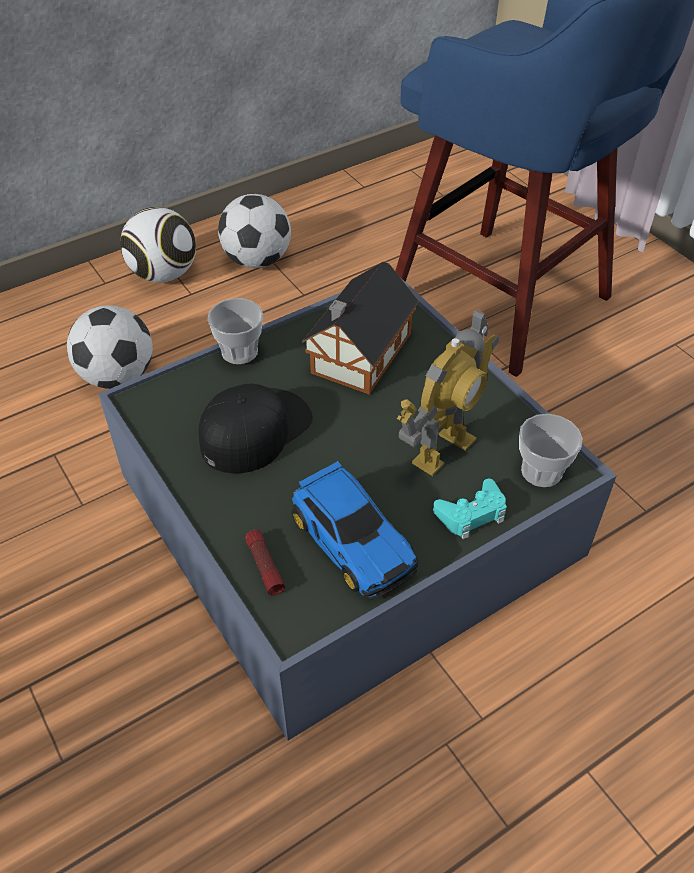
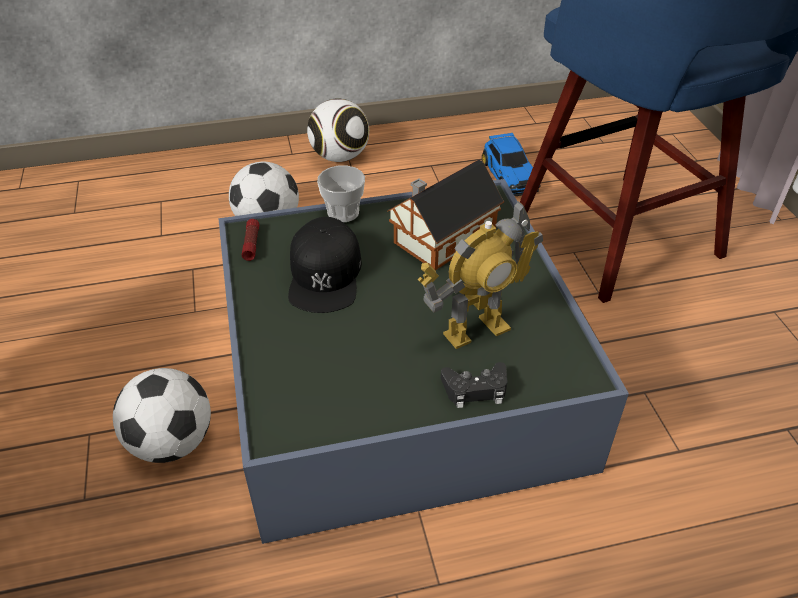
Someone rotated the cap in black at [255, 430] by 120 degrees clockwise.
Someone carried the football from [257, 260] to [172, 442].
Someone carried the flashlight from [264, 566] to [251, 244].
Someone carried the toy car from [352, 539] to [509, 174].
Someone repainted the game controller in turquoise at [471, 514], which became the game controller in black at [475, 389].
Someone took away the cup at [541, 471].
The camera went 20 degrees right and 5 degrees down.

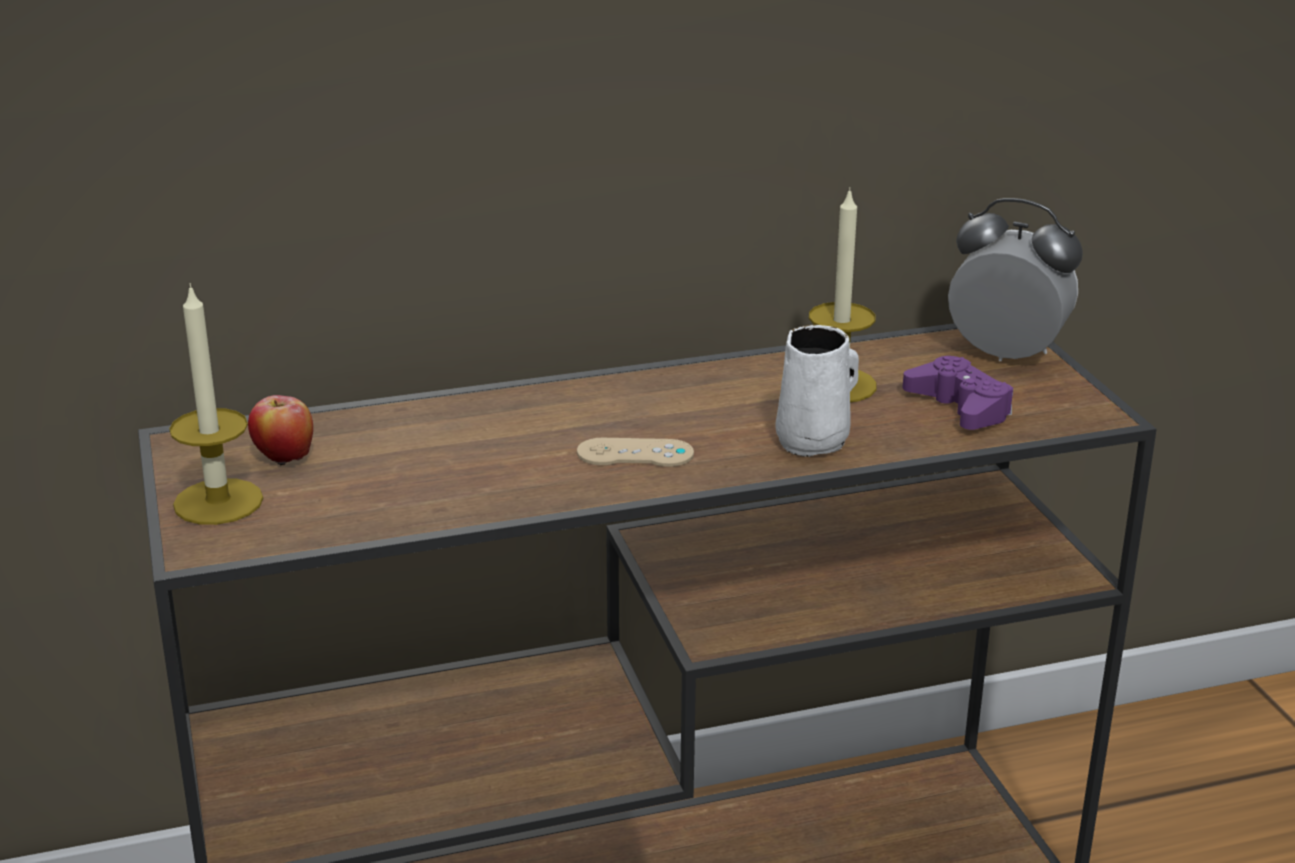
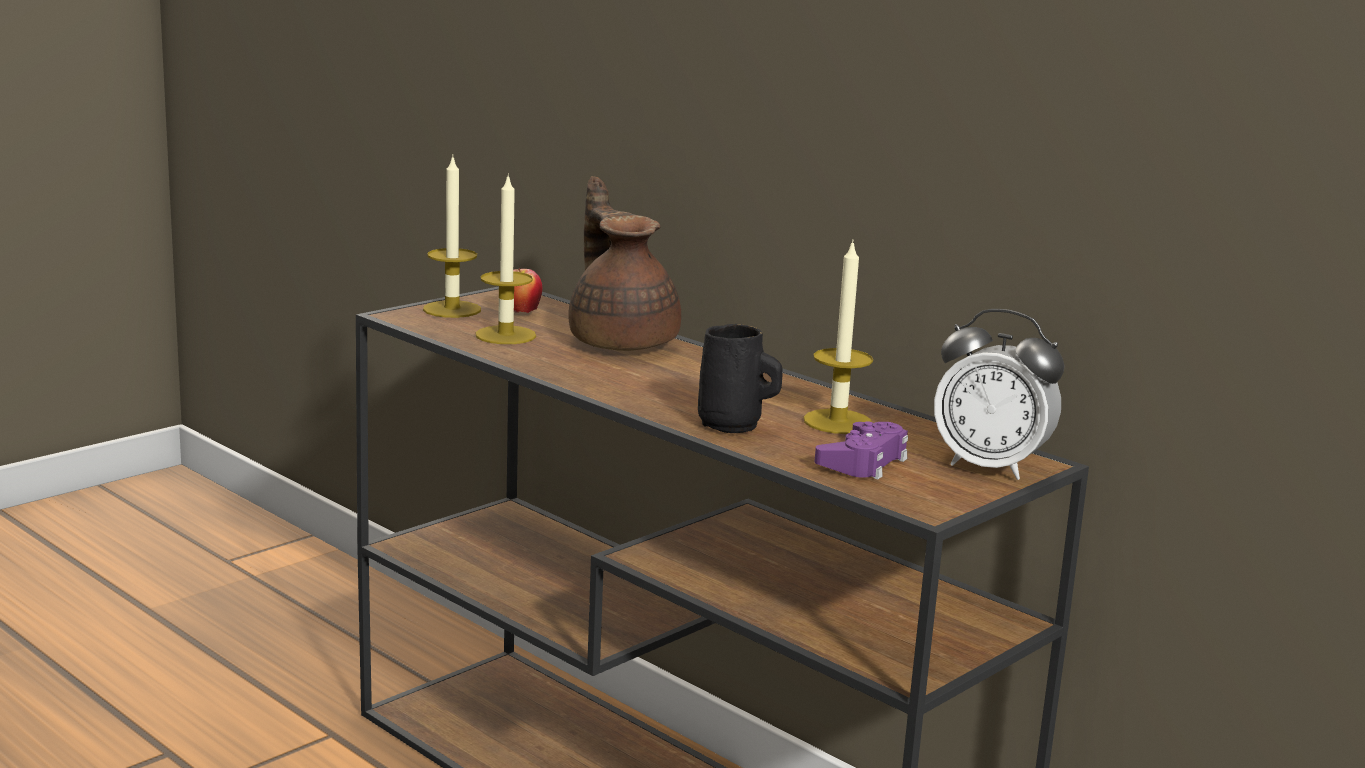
Someone took away the game controller in beige at [635, 453].
Someone repainted the mug in white at [815, 441], which became the mug in black at [733, 426].
Someone rotated the alarm clock at [1006, 354] by 120 degrees clockwise.
Someone put down the candle at [505, 335].
Someone put down the teapot in brown at [622, 341].
The camera went 60 degrees right and 10 degrees down.

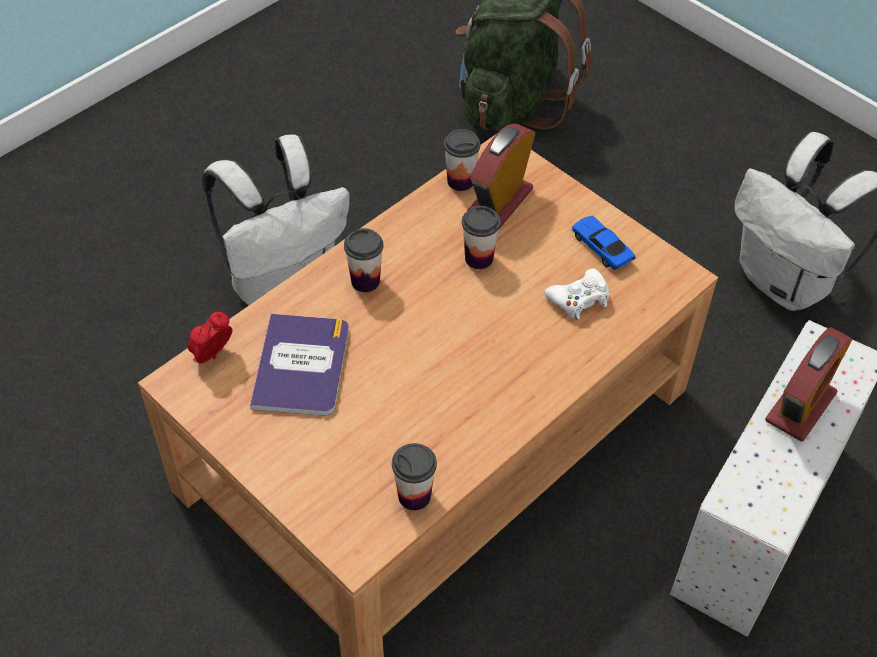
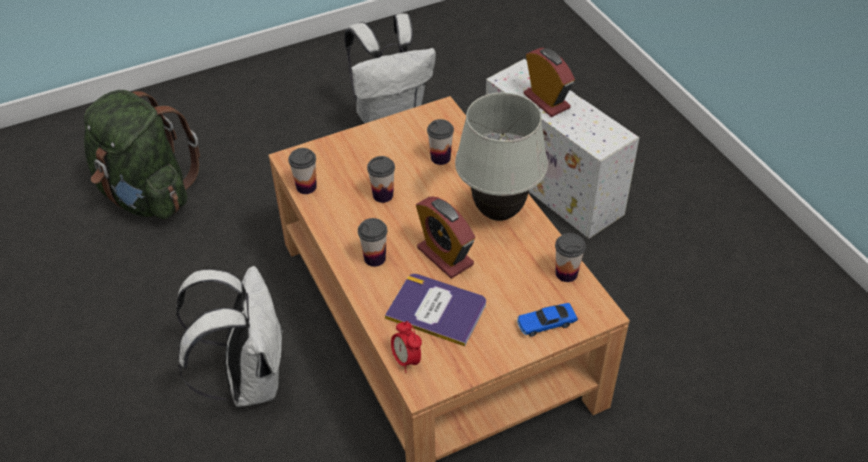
Someone carried the alarm clock from [500, 201] to [445, 256].
Someone swapped the game controller in white at [579, 299] for the cup at [440, 158].
Someone carried the toy car from [601, 248] to [546, 323].
Someone put down the table lamp in white at [498, 212].
The camera went 70 degrees left and 5 degrees down.

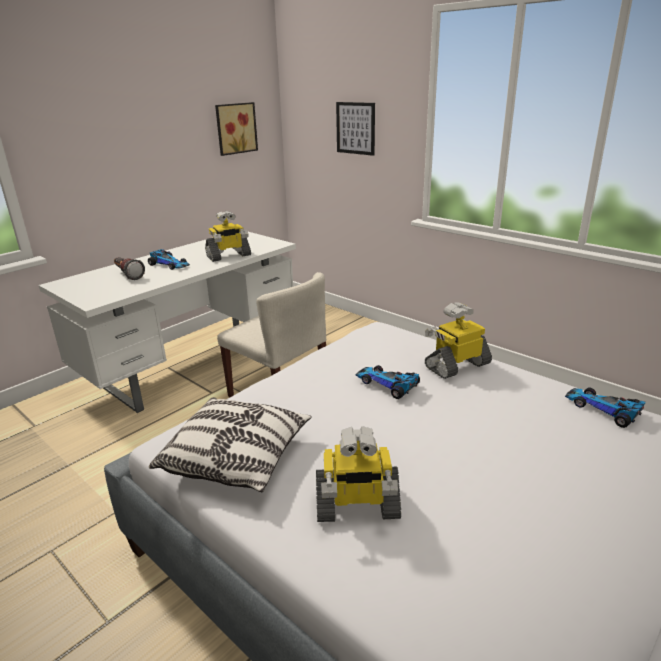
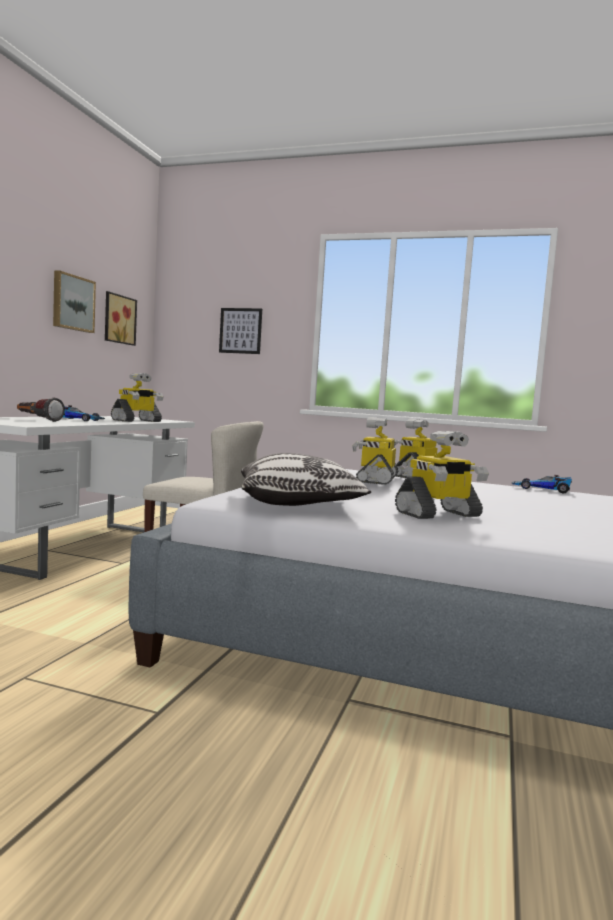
Someone swapped the toy car at [387, 384] for the toy robot at [375, 480].
Someone put up the picture at [72, 303].
The camera went 25 degrees left and 20 degrees down.

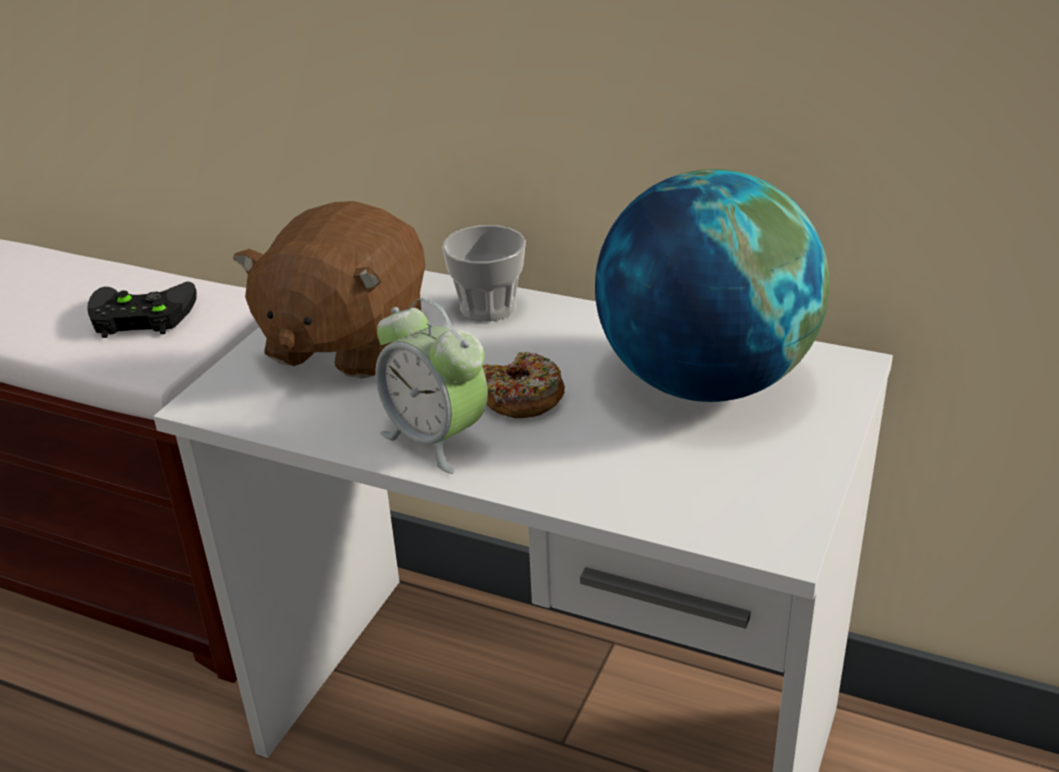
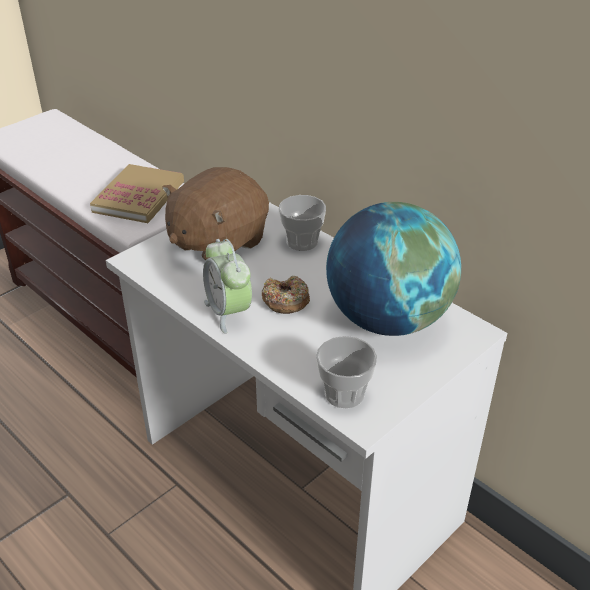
Someone swapped the game controller in black at [138, 316] for the book at [139, 197].
Someone put down the cup at [344, 394].
The camera went 20 degrees right and 5 degrees up.

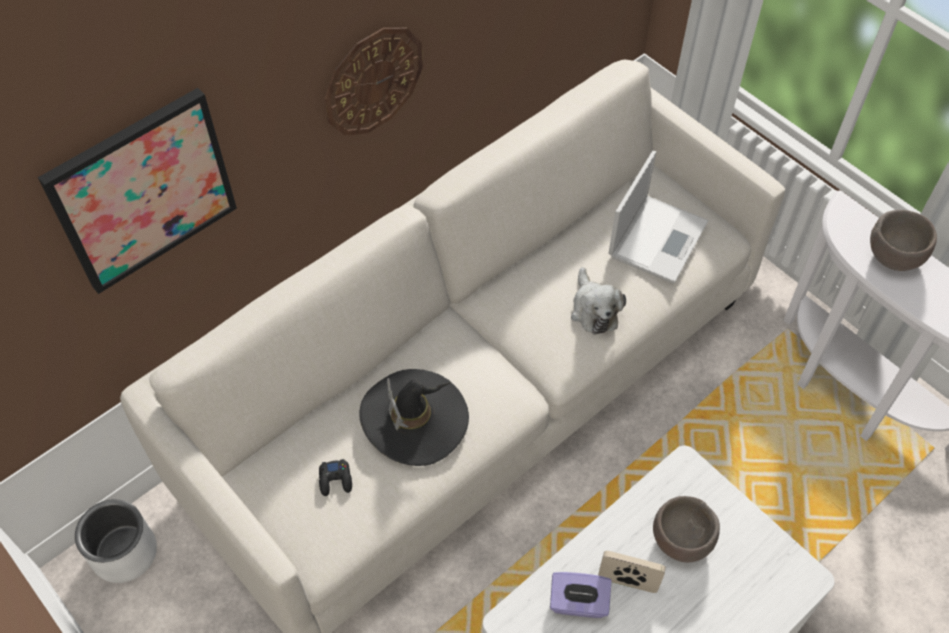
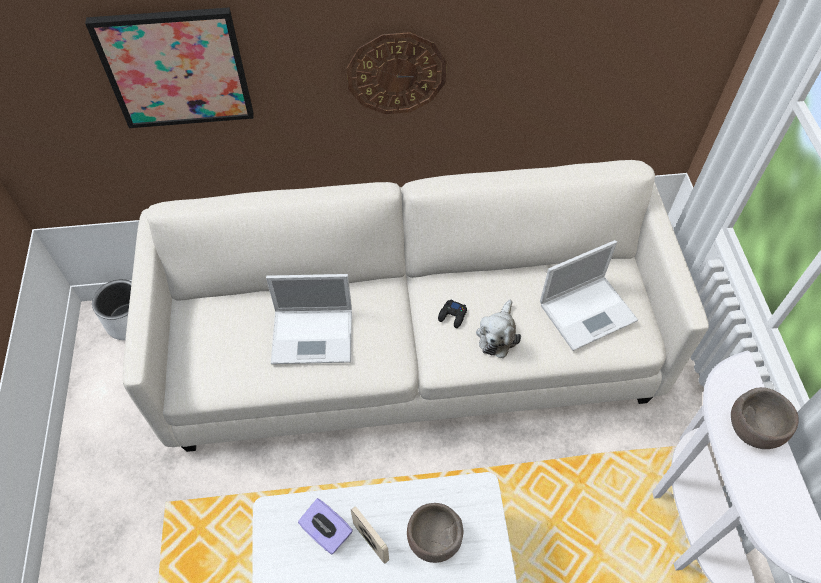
Someone carried the game controller in black from [336, 480] to [452, 316].
Someone swapped the hat in black at [414, 418] for the laptop at [314, 335].
The camera went 35 degrees right and 0 degrees up.

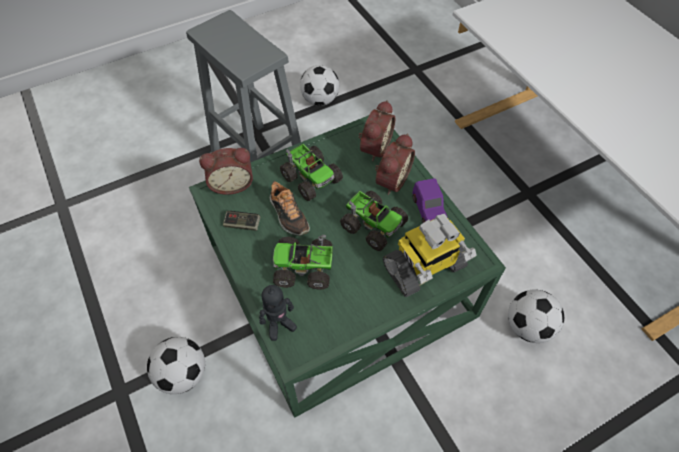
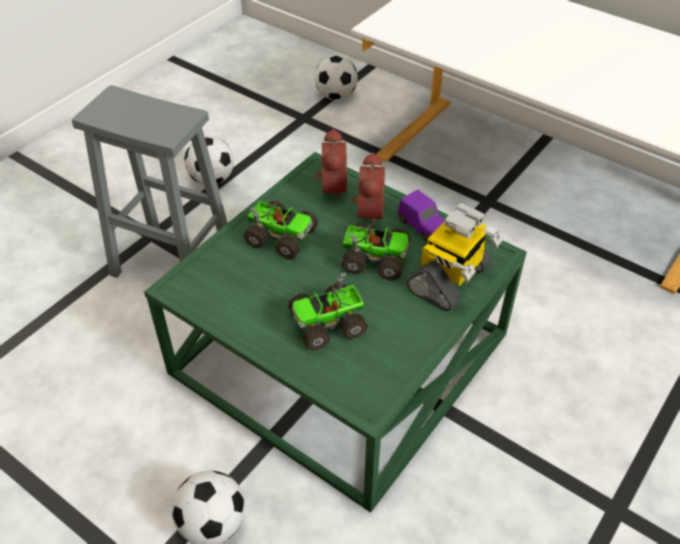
Someone took away the alarm clock at [232, 183].
Someone took away the game controller at [242, 224].
Someone took away the toy robot at [279, 325].
Someone took away the shoe at [288, 215].
Someone carried the football from [528, 326] to [336, 95].
The camera went 25 degrees left and 10 degrees down.

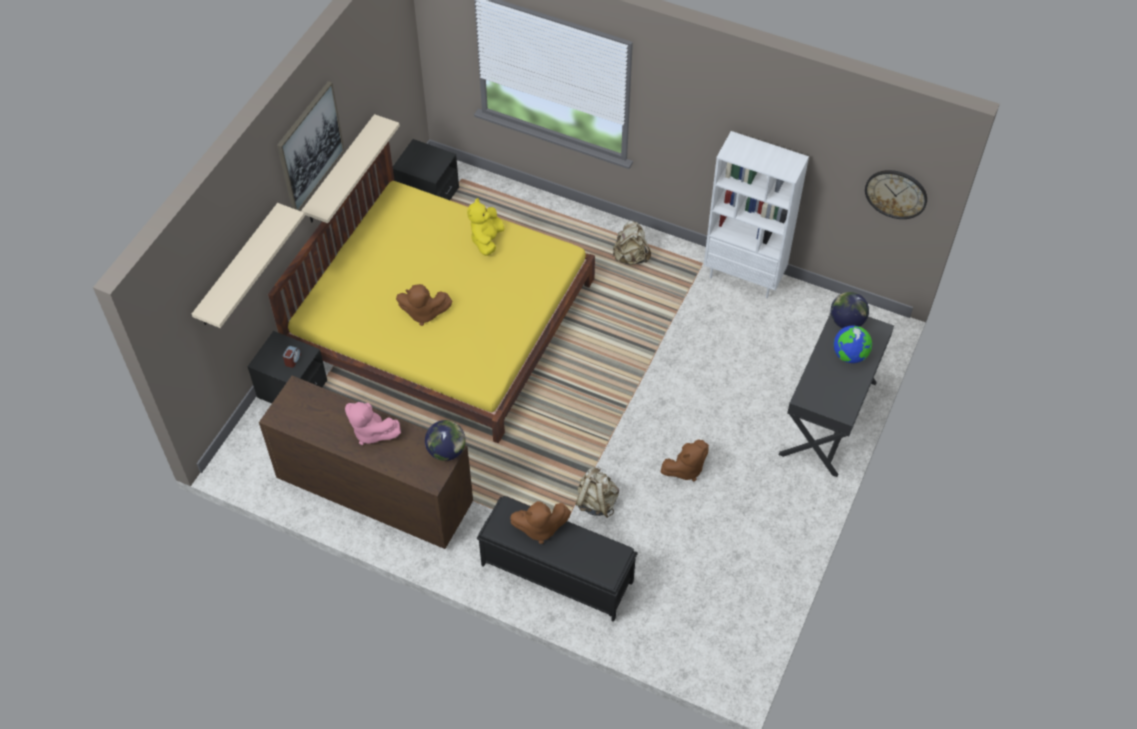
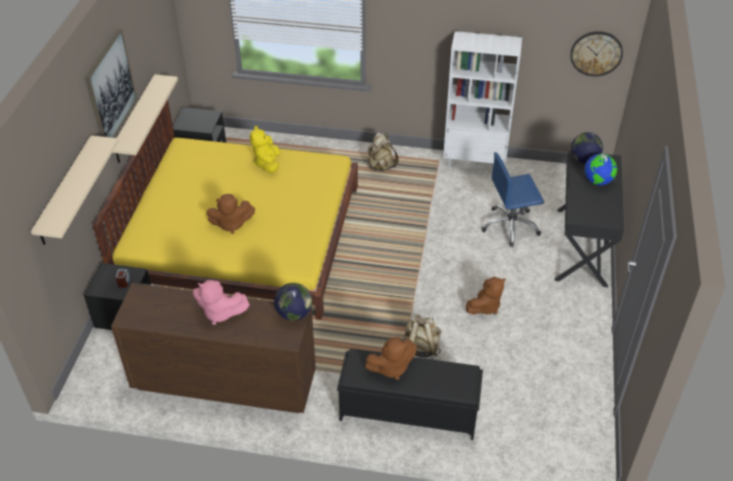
Someone put down the office chair in blue at [510, 226].
The camera went 15 degrees left and 10 degrees down.

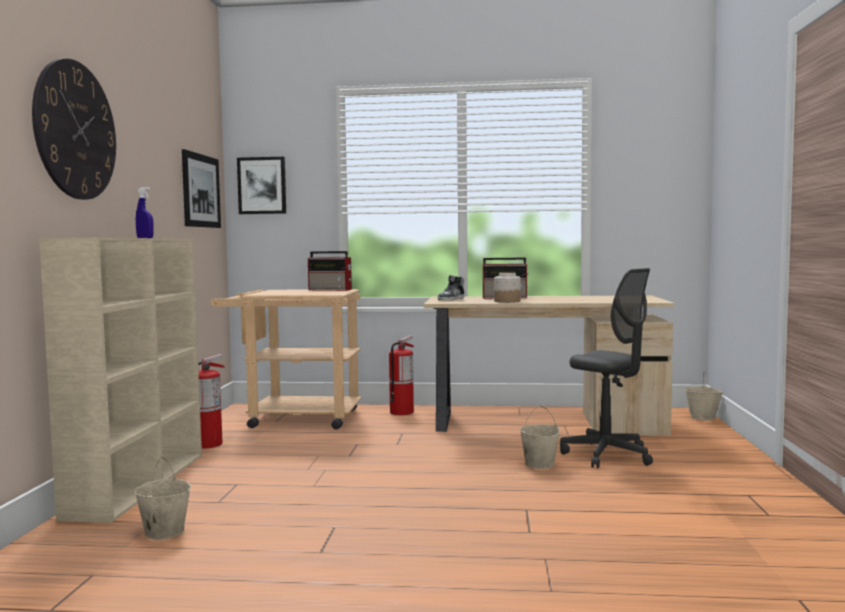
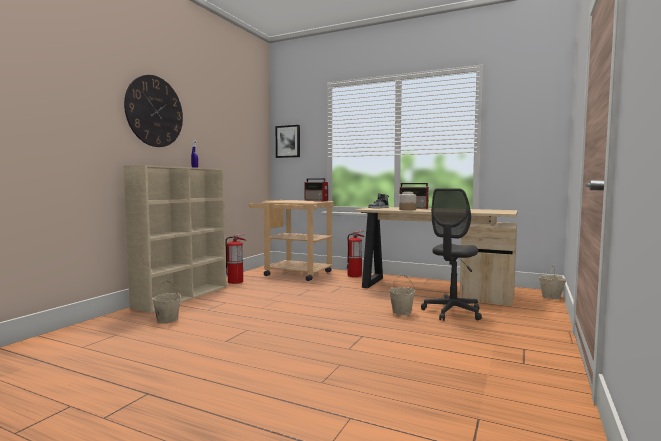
Someone took away the picture at [201, 191].
Someone rotated the office chair in grey at [607, 455] by 60 degrees clockwise.
The camera went 20 degrees right and 0 degrees up.

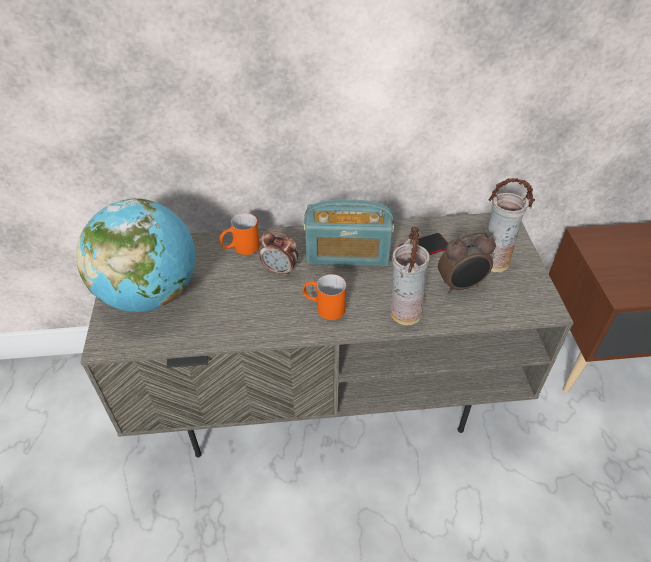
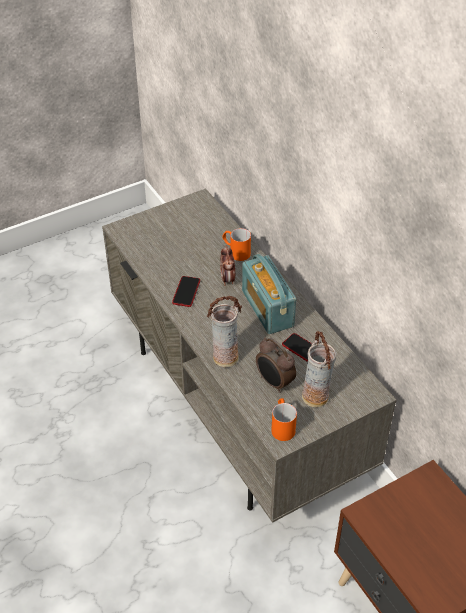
Someone took away the globe at [151, 294].
Someone carried the mug in orange from [324, 307] to [282, 426].
Someone put down the phone at [186, 292].
The camera went 65 degrees right and 0 degrees up.

